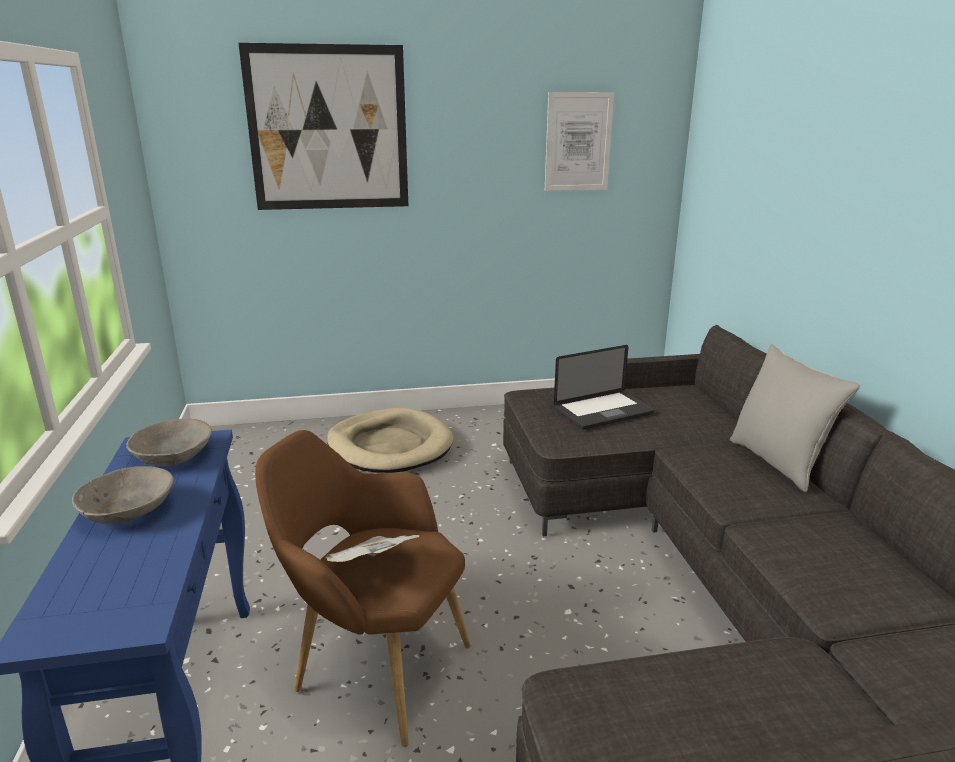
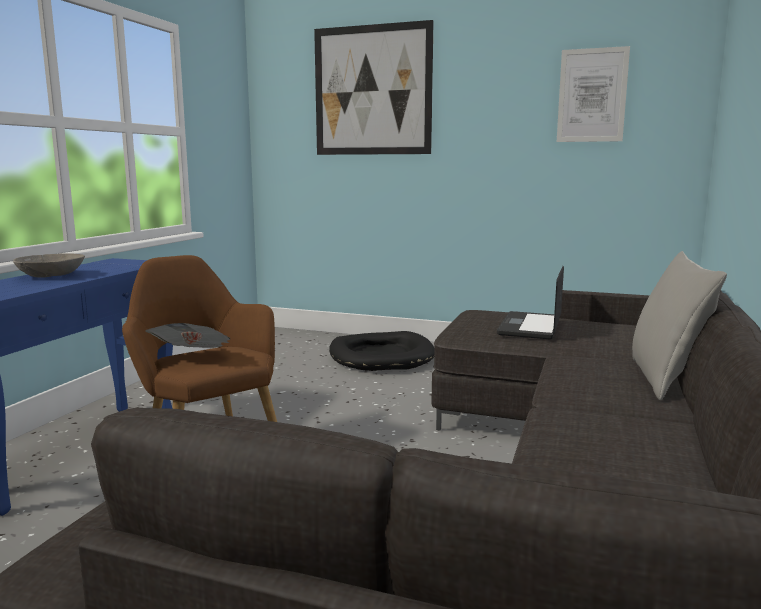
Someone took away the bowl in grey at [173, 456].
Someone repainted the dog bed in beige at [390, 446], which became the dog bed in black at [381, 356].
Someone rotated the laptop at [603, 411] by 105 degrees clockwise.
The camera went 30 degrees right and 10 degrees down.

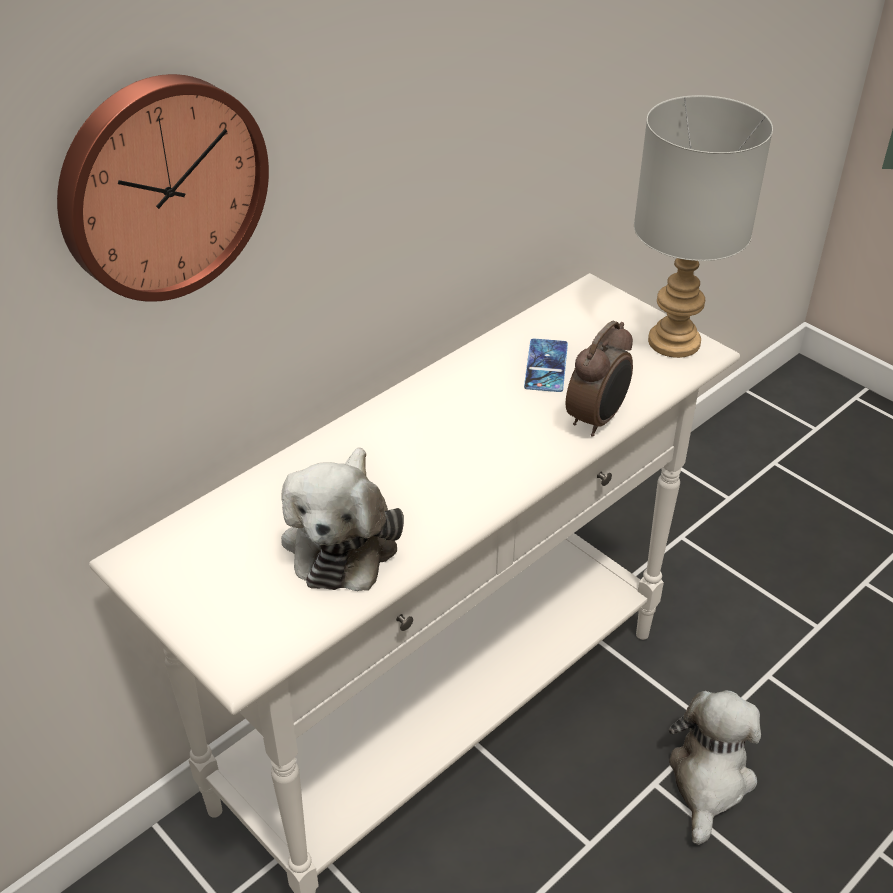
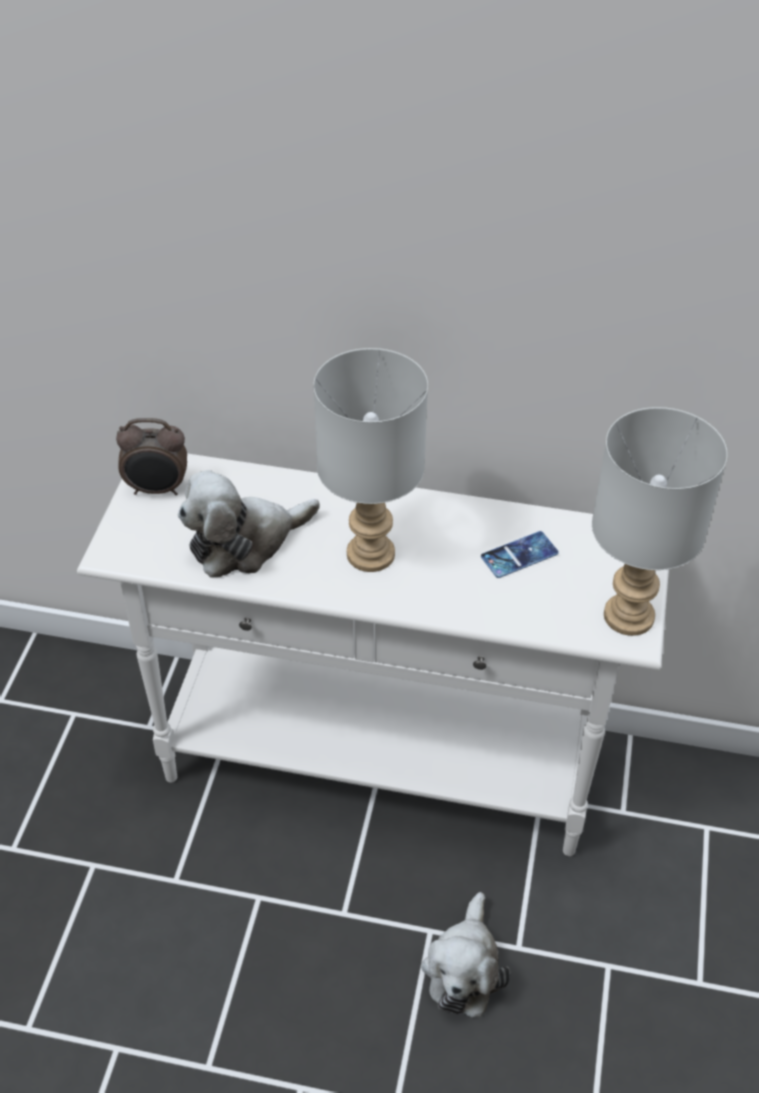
Someone took away the wall clock at [160, 186].
Someone carried the alarm clock from [597, 419] to [157, 490].
Someone rotated the plush toy at [709, 779] by 120 degrees clockwise.
Someone put down the table lamp in grey at [369, 555].
The camera went 55 degrees right and 5 degrees up.

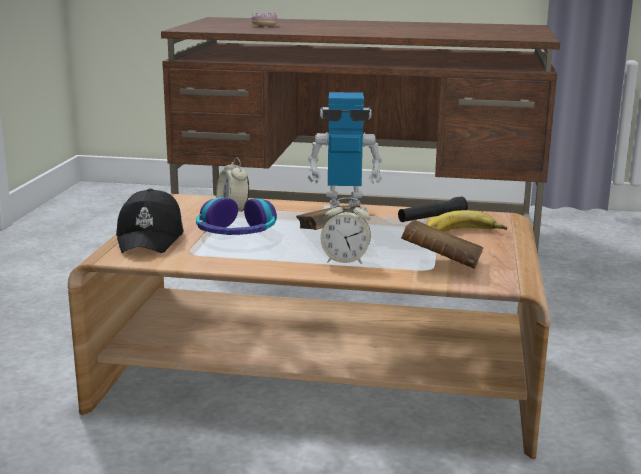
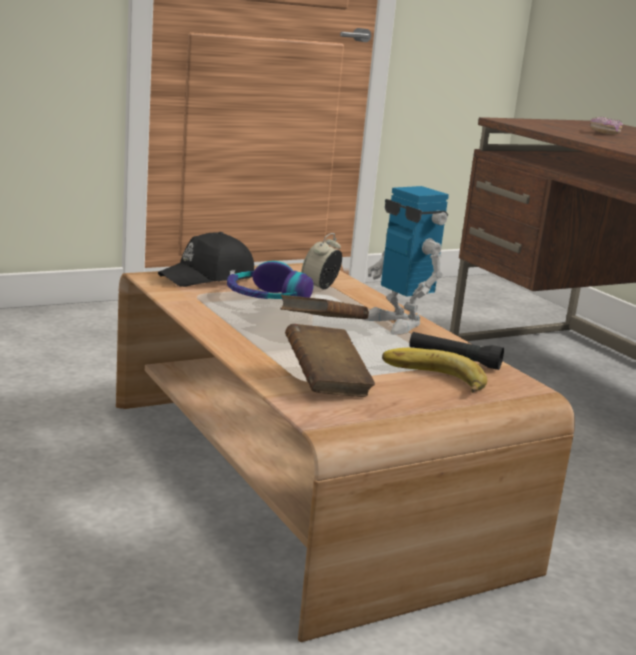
Someone took away the alarm clock at [345, 260].
The camera went 50 degrees right and 0 degrees up.

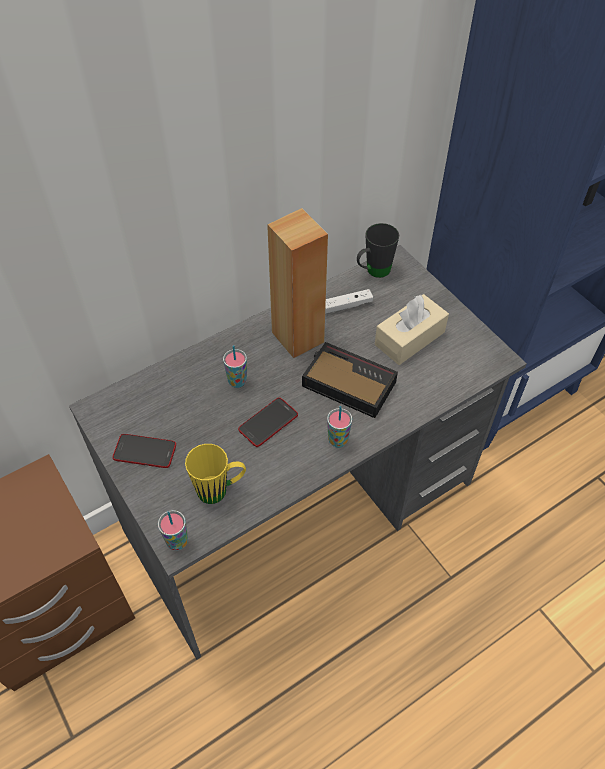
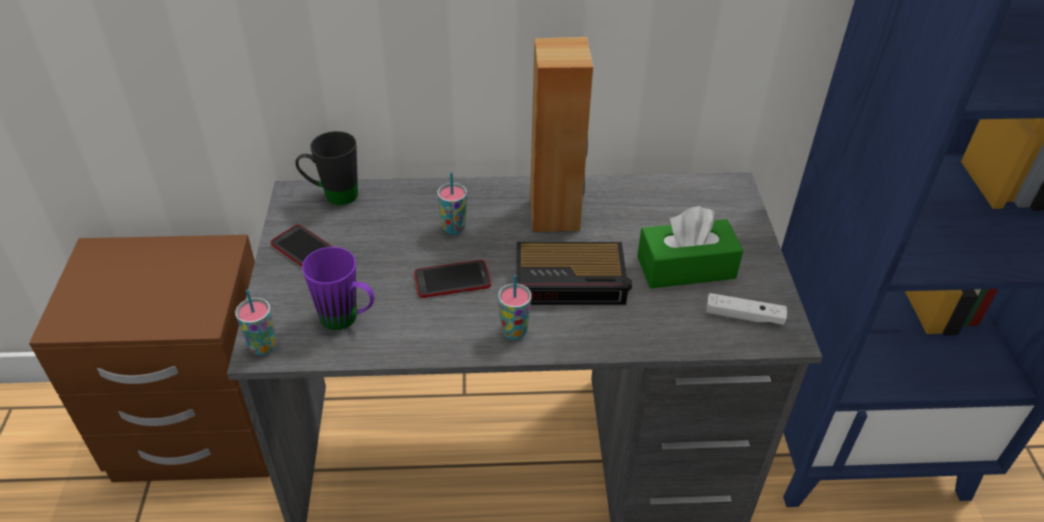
Someone repainted the mug in yellow at [220, 490], which became the mug in purple at [347, 320].
Someone rotated the alarm clock at [347, 383] by 120 degrees clockwise.
Someone carried the game controller in white from [346, 306] to [744, 316].
Someone carried the mug in black from [373, 272] to [332, 195].
Someone repainted the tissue box in beige at [409, 338], which became the tissue box in green at [686, 267].
The camera went 30 degrees right and 10 degrees down.

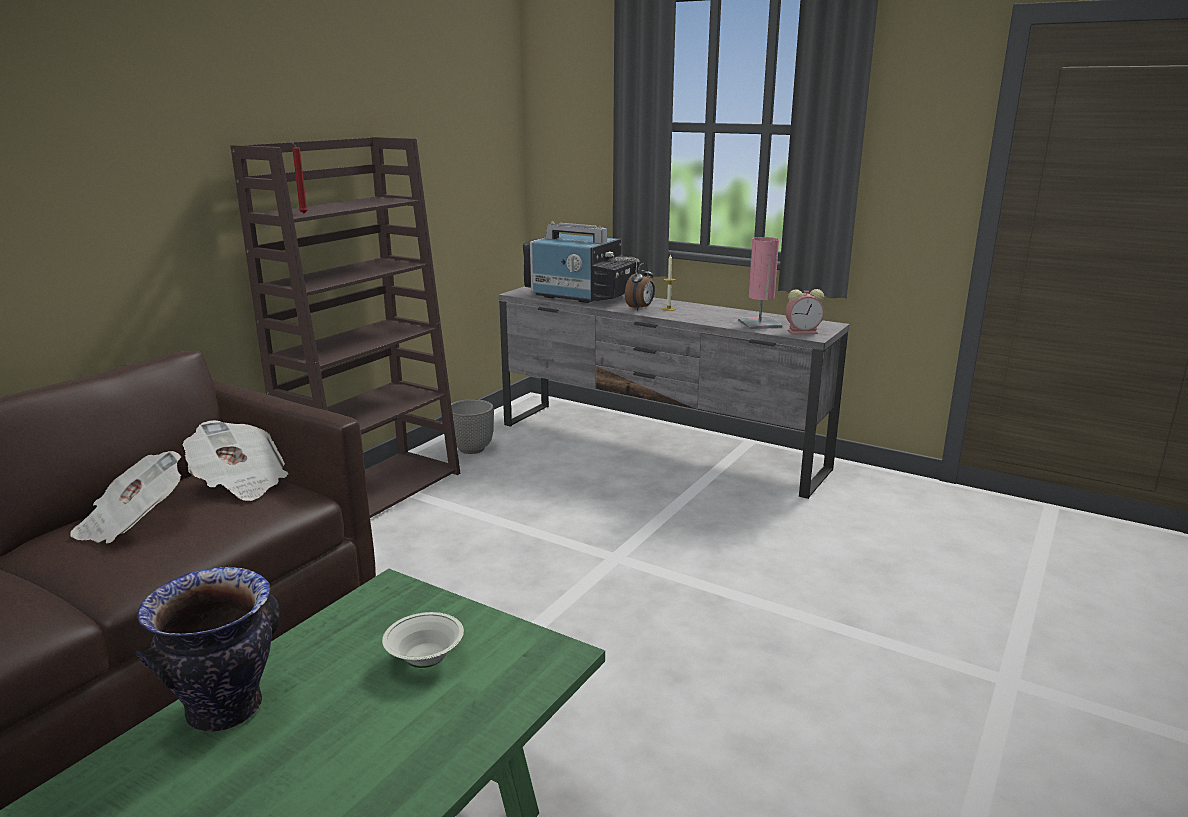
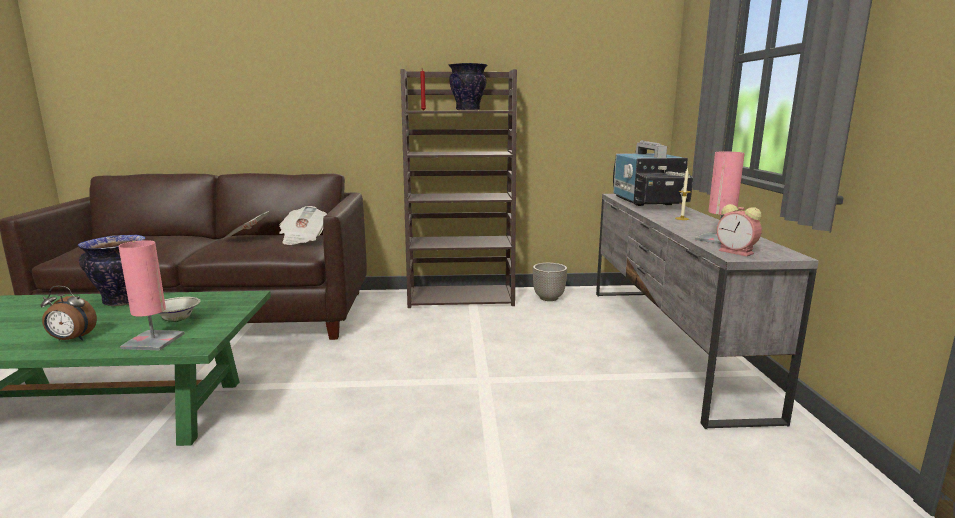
Someone carried the alarm clock from [640, 308] to [71, 339].
Someone put down the table lamp in pink at [153, 341].
Someone put down the vase at [468, 110].
The camera went 55 degrees right and 5 degrees down.

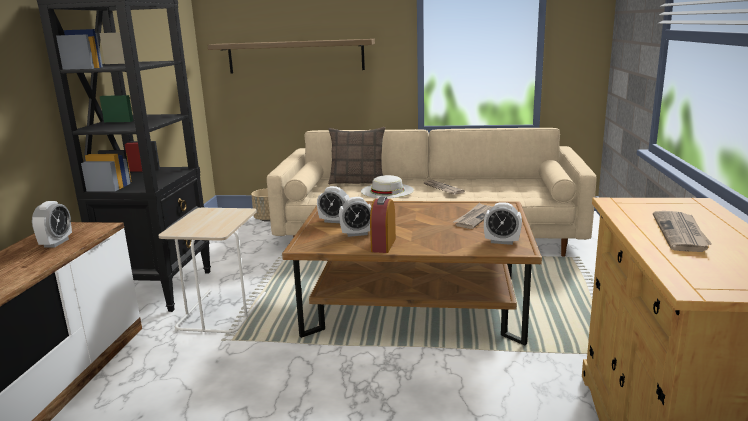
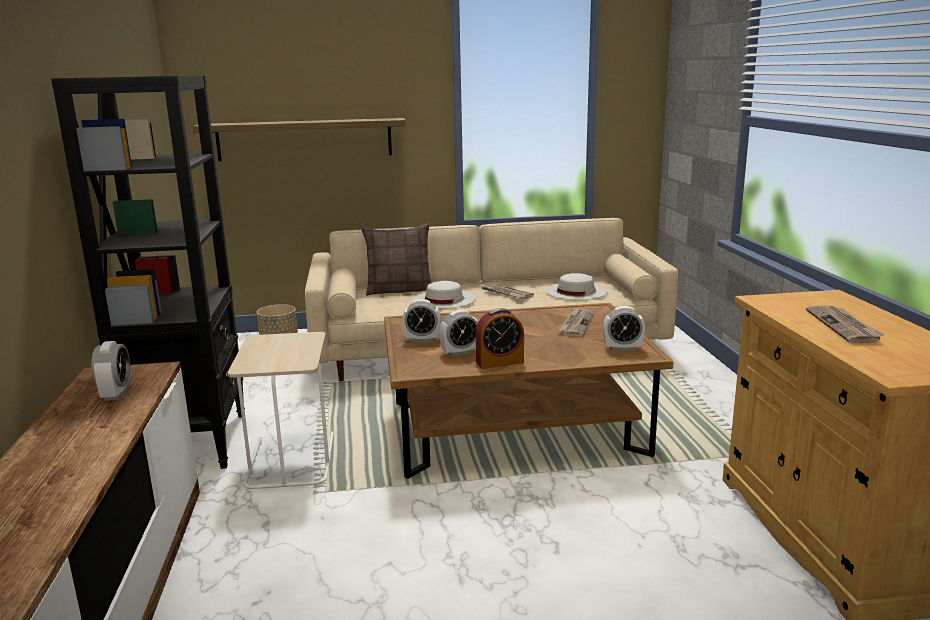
Someone rotated the alarm clock at [383, 245] by 105 degrees counterclockwise.
Someone put down the hat in white at [576, 291].
The camera went 15 degrees left and 0 degrees up.

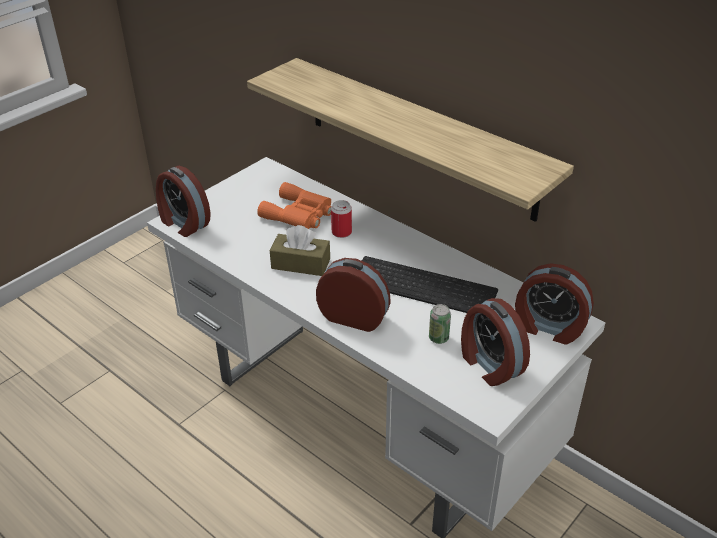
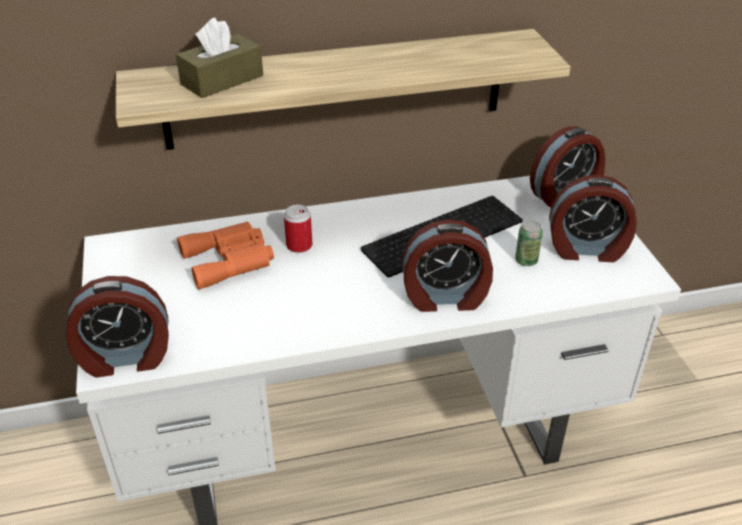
Someone carried the tissue box in brown from [301, 264] to [222, 80].
Someone rotated the alarm clock at [354, 316] by 150 degrees counterclockwise.
The camera went 55 degrees left and 0 degrees up.

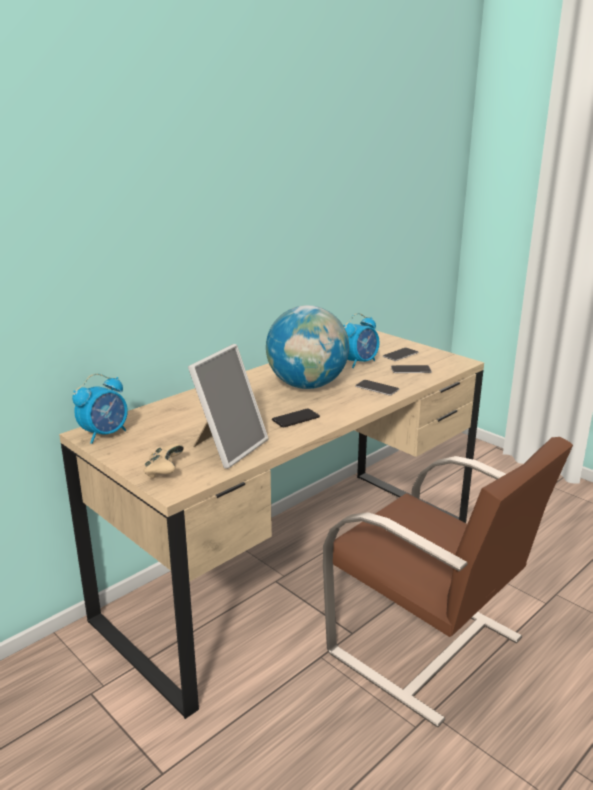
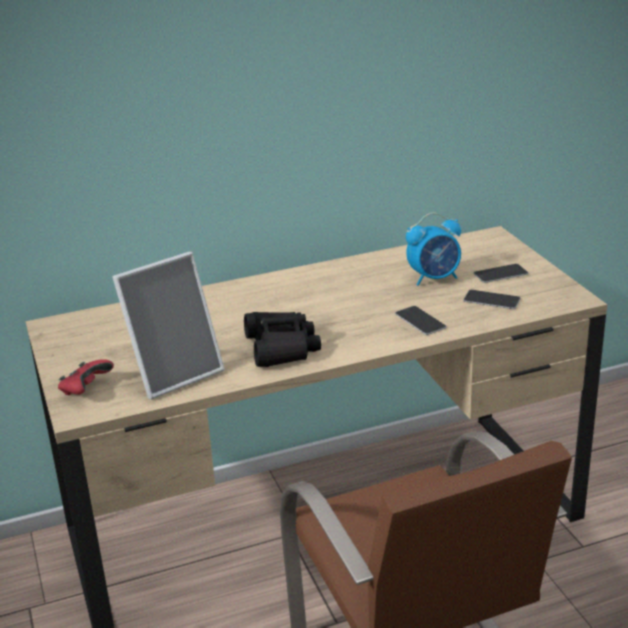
Someone took away the alarm clock at [105, 434].
Someone repainted the game controller in beige at [164, 472], which became the game controller in red at [86, 389].
Someone took away the globe at [307, 385].
Someone swapped the phone at [295, 419] for the binoculars in black at [281, 348].
The camera went 25 degrees right and 5 degrees up.

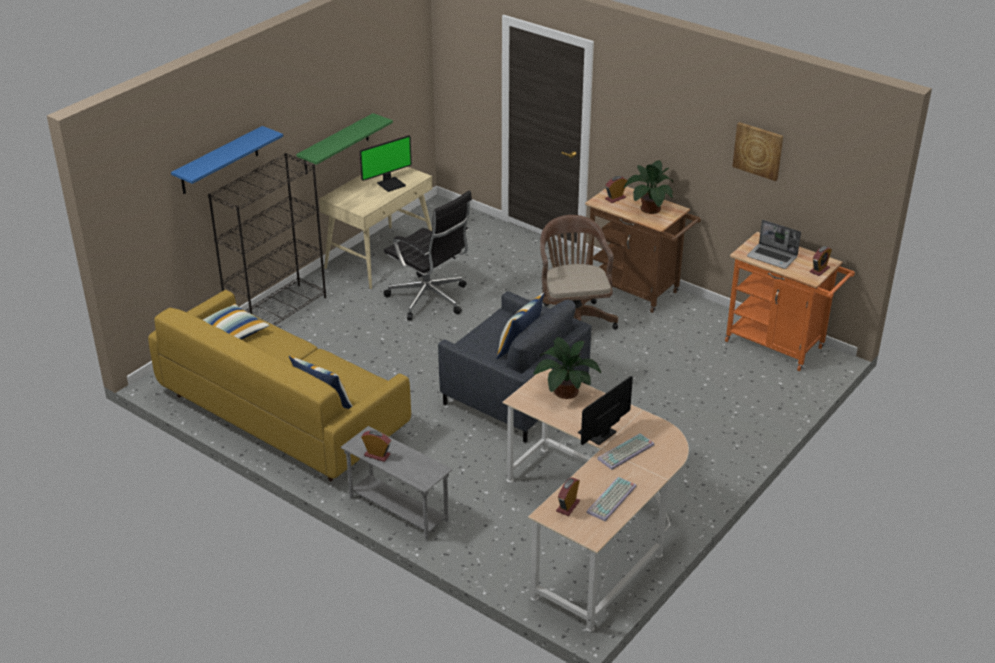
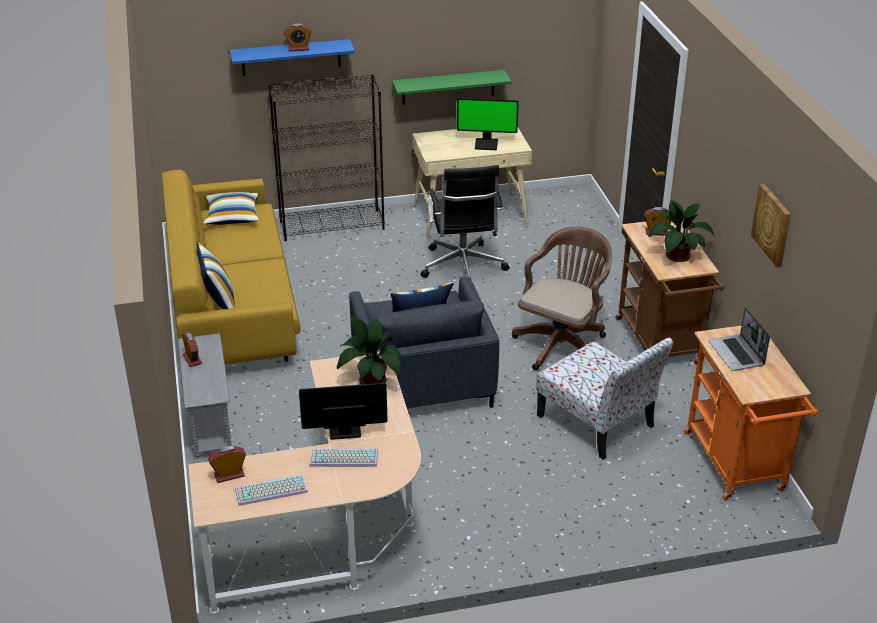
Someone carried the alarm clock from [819, 270] to [298, 48].
Someone put down the chair at [597, 422].
The camera went 40 degrees right and 0 degrees up.

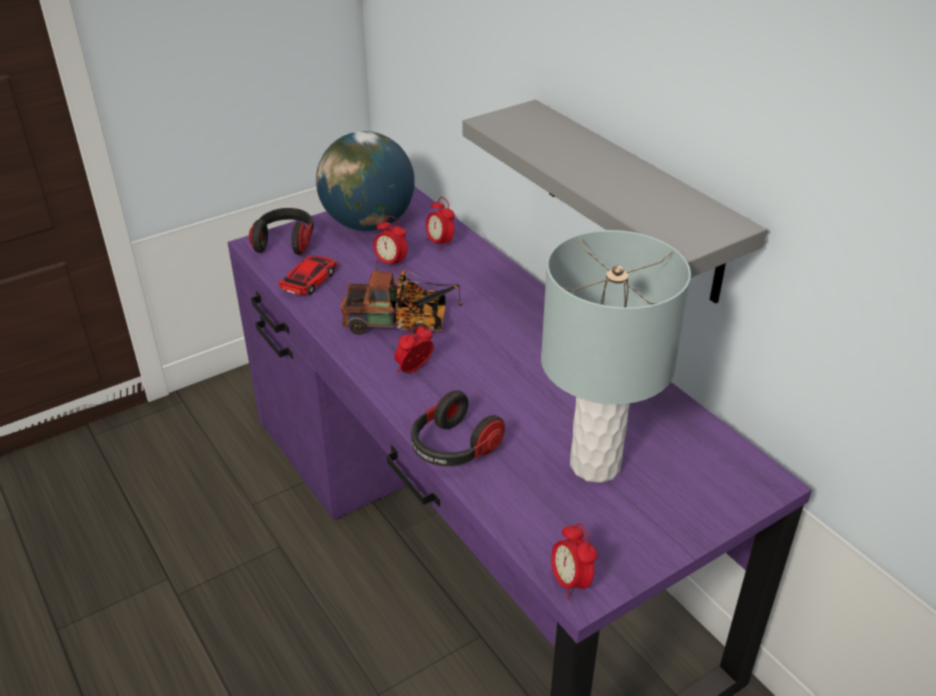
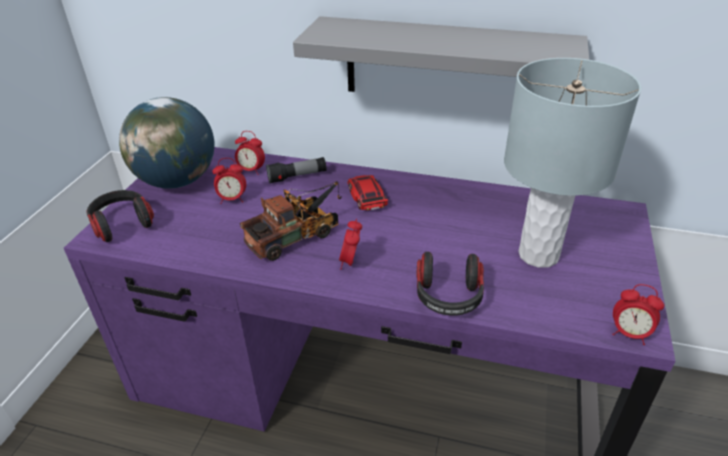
Someone carried the toy car from [310, 279] to [366, 196].
Someone put down the flashlight at [297, 177].
The camera went 40 degrees left and 0 degrees up.

